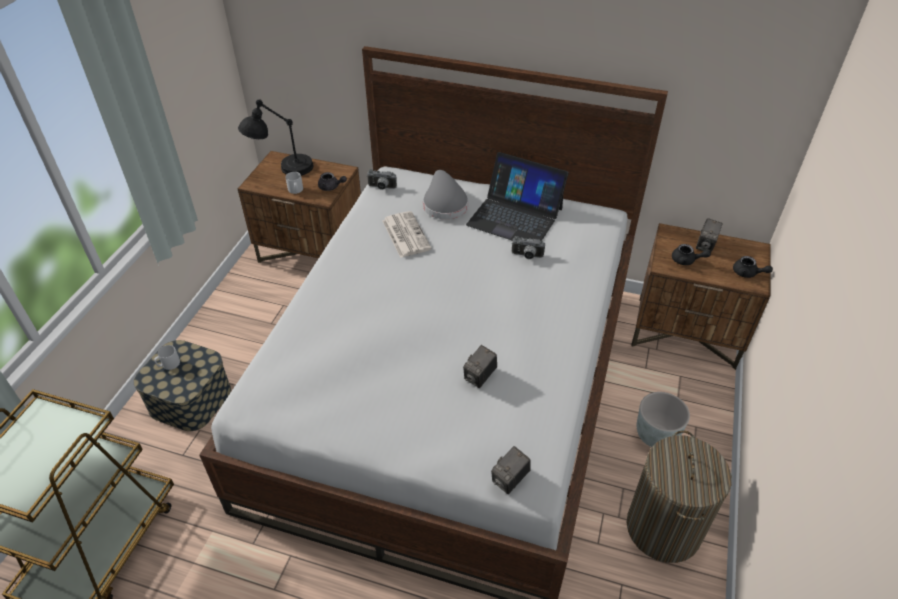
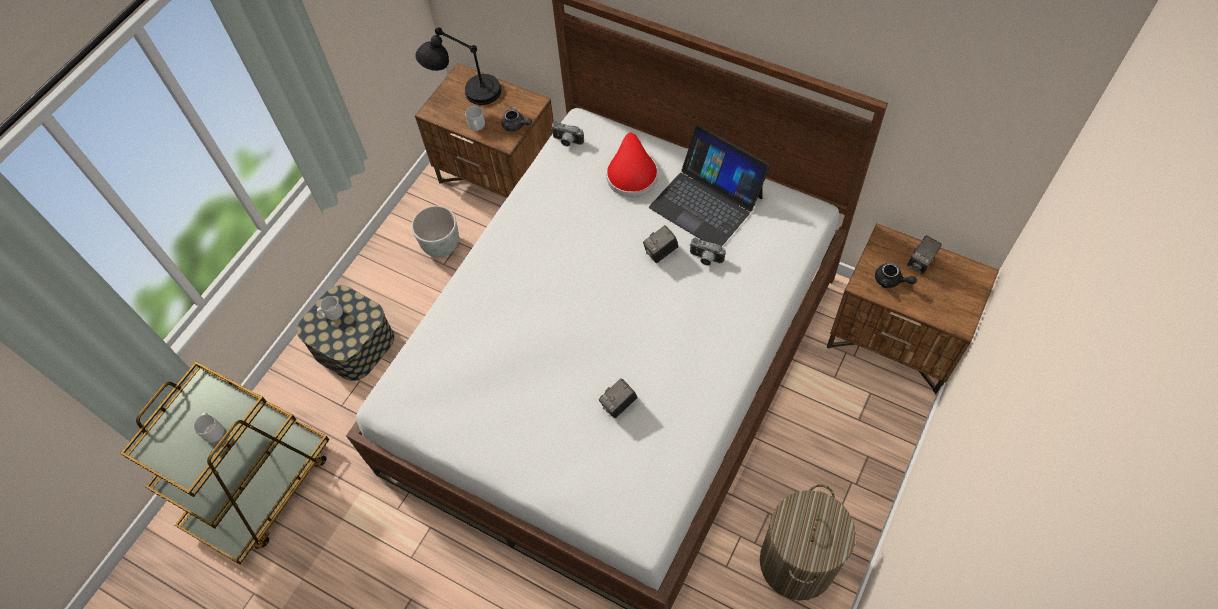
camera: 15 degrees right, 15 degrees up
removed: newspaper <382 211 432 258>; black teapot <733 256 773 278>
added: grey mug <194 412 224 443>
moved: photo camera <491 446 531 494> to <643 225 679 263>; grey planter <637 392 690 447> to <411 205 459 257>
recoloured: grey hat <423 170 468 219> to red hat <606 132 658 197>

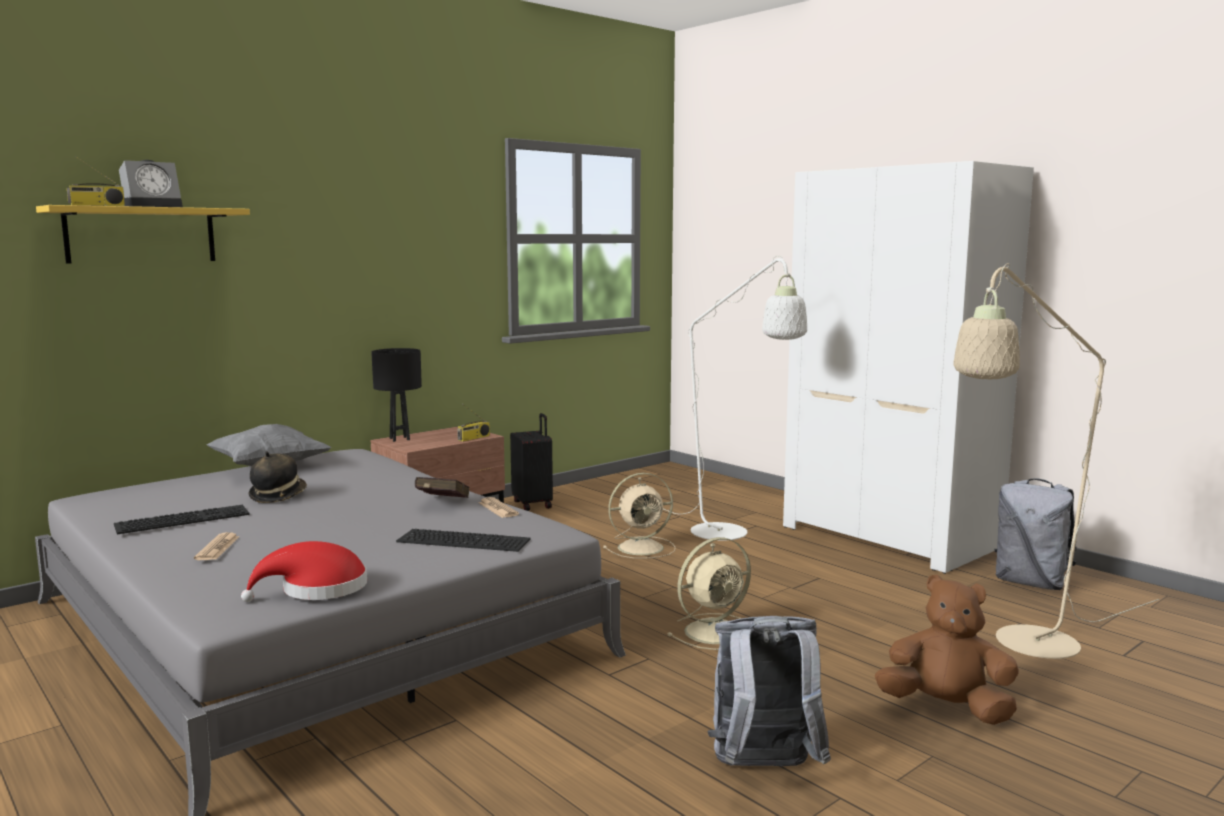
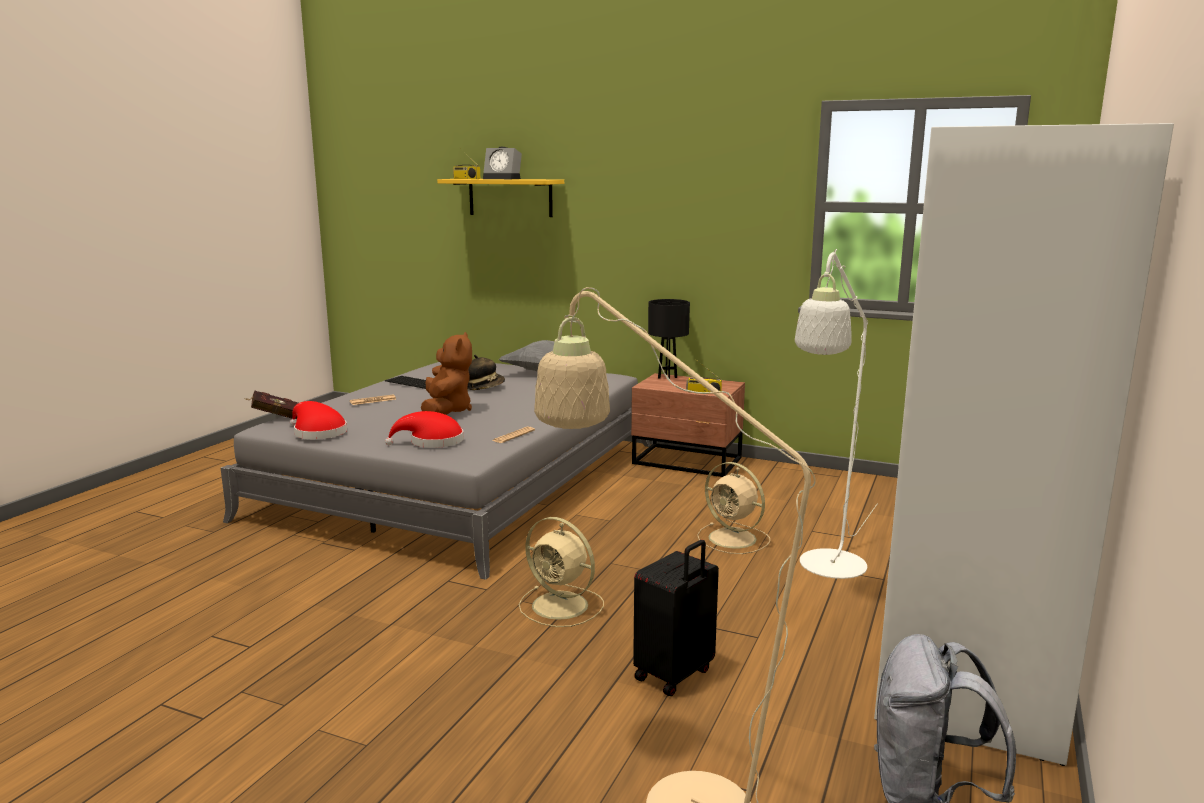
camera: 65 degrees right, 5 degrees up
removed: grey backpack <707 616 831 766>
moved: red book <415 477 470 498> to <243 391 298 420>; black suitcase <510 413 553 511> to <633 540 719 696>; brown plush toy <875 575 1019 725> to <421 332 472 415>
replaced: keyboard <396 529 531 552> to red hat <385 411 464 448>

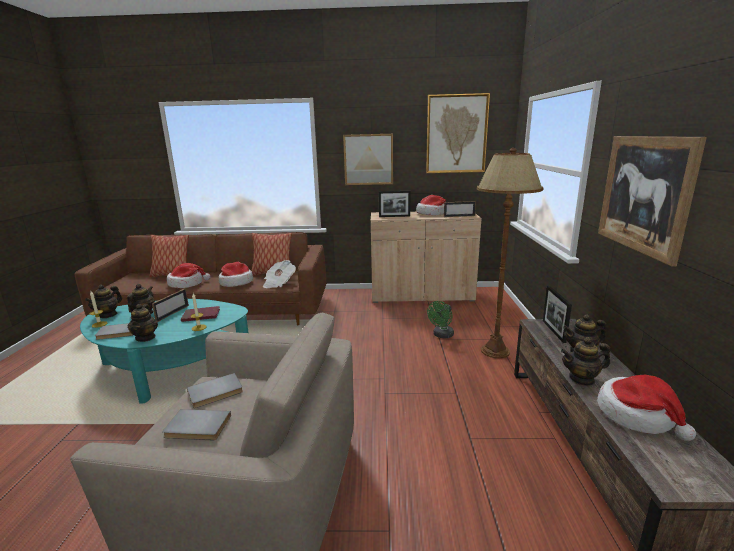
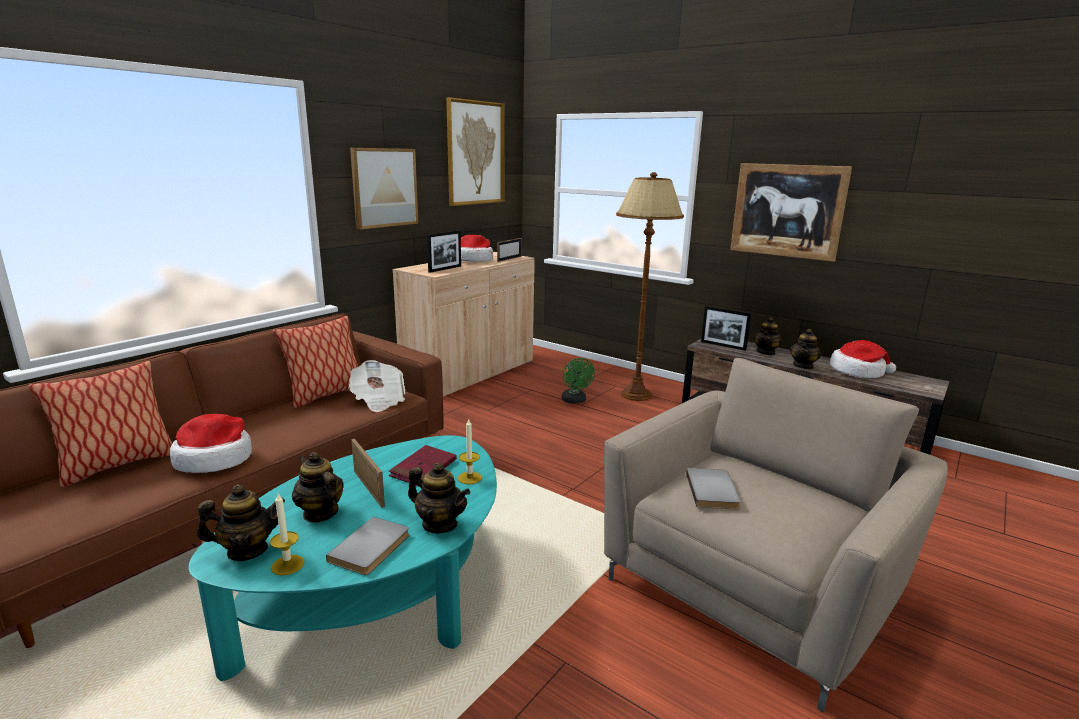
camera: 55 degrees left, 0 degrees up
removed: grey book <162 409 231 440>; hat <219 262 253 287>
turned: teapot <85 285 122 318> = <197 484 285 561> 75 degrees counterclockwise

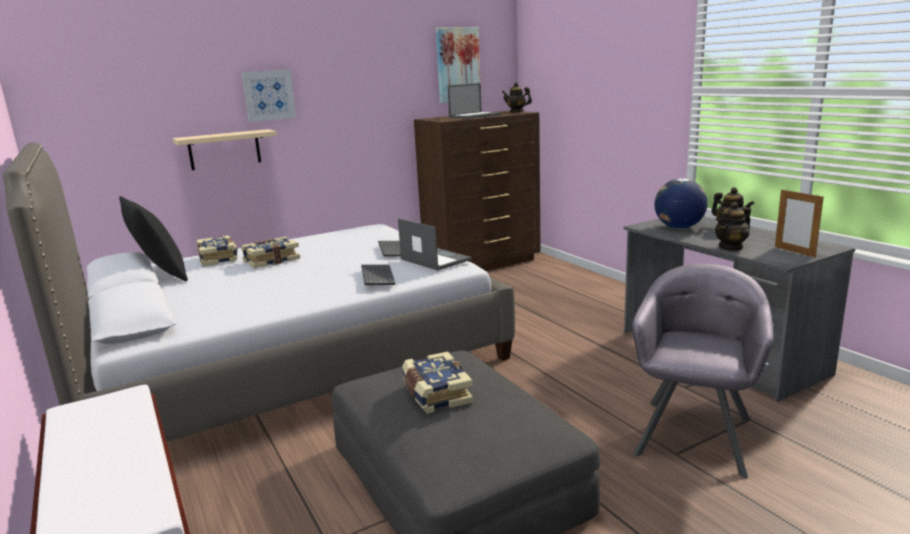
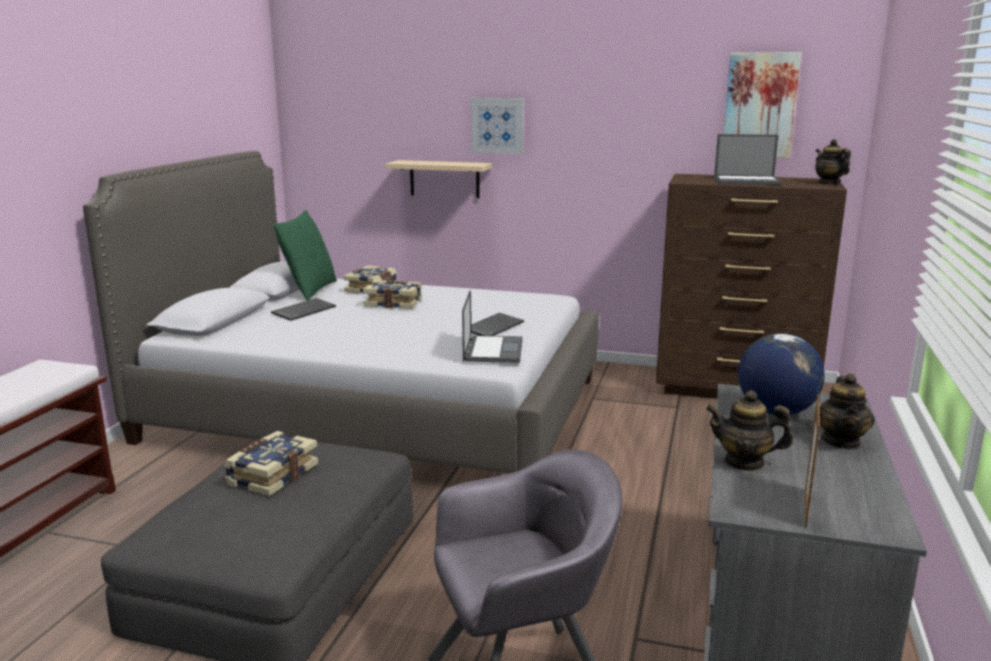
camera: 45 degrees right, 0 degrees up
moved: keyboard <361 265 395 285> to <271 298 336 321>
recoloured: black pillow <119 196 188 281> to green pillow <273 210 337 301>

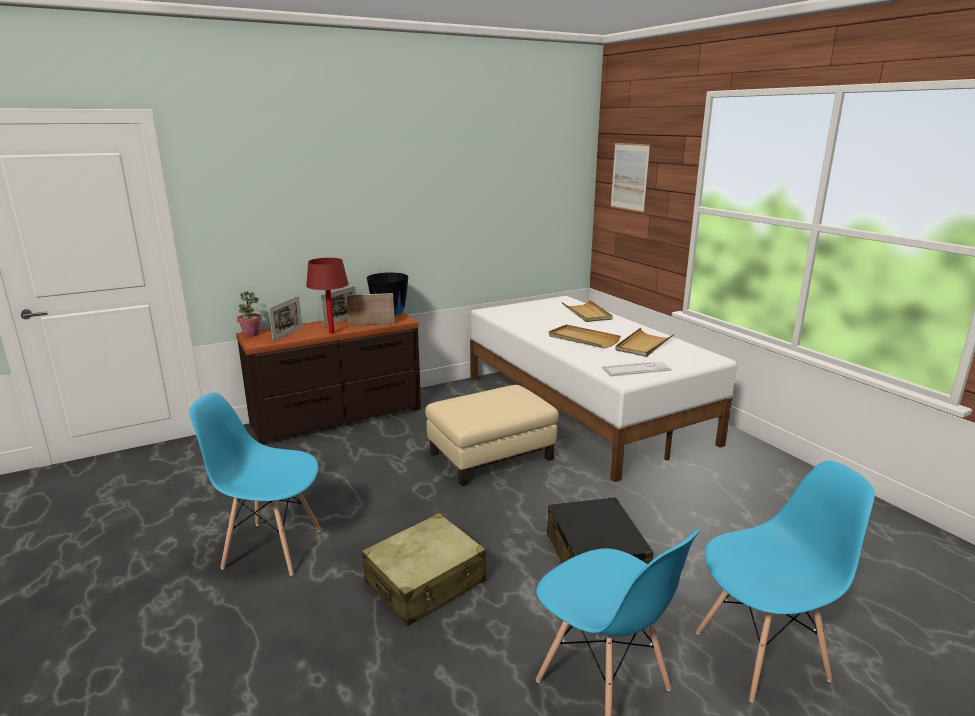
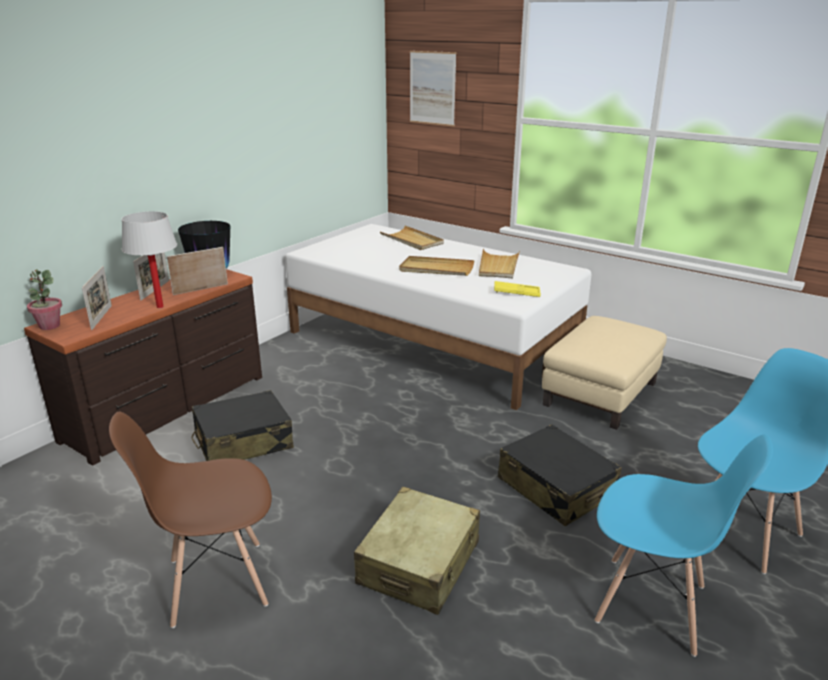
camera: 25 degrees left, 5 degrees up
added: black suitcase <192 390 294 461>
moved: beige ottoman <425 385 559 486> to <542 316 667 430>
replaced: keyboard <602 361 672 376> to yellow tray <494 281 541 297>
recoloured: blue chair <189 393 322 576> to brown chair <109 412 272 628>; red table lamp <306 258 349 334> to white table lamp <122 211 177 308>

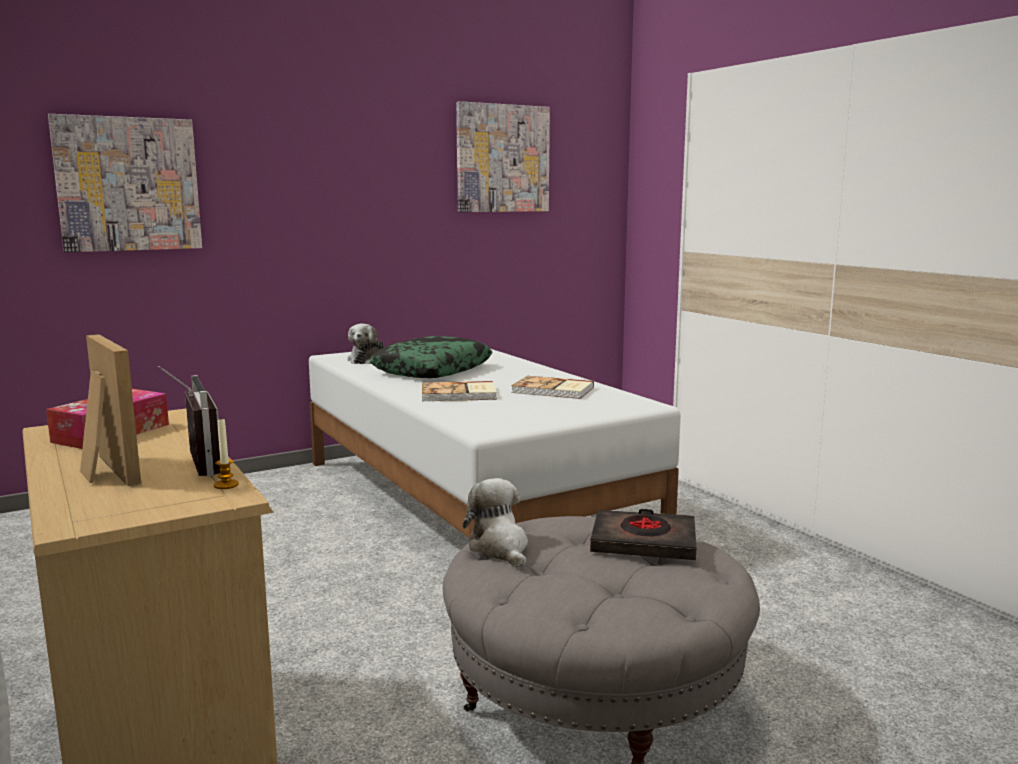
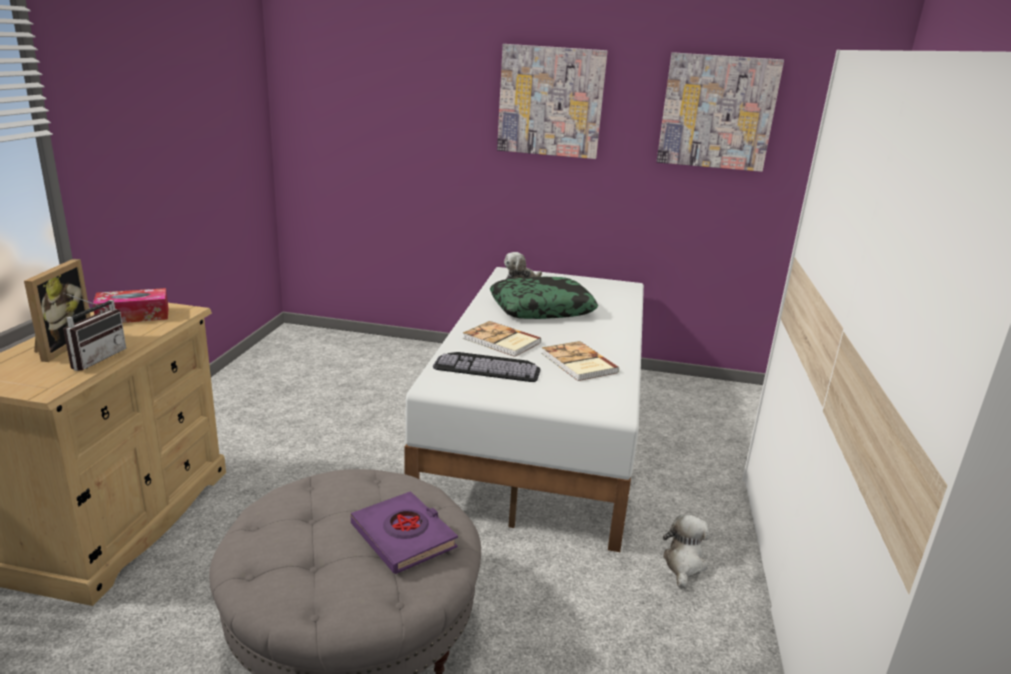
camera: 40 degrees right, 10 degrees up
removed: candle <214 419 239 489>
added: keyboard <433 352 541 382>
moved: picture <48 114 202 252> to <497 44 608 159>; plush toy <463 478 528 568> to <663 515 709 589>
recoloured: black book <590 509 697 560> to purple book <351 491 458 574>

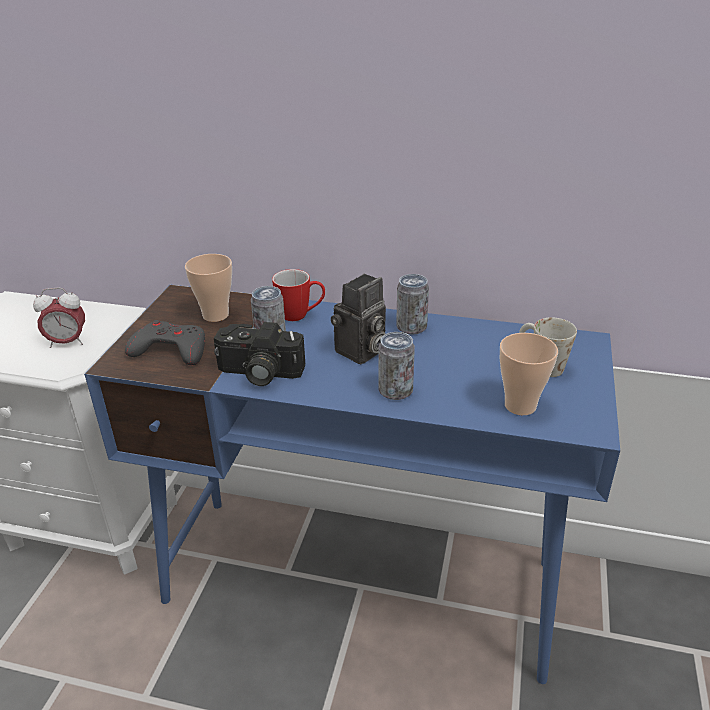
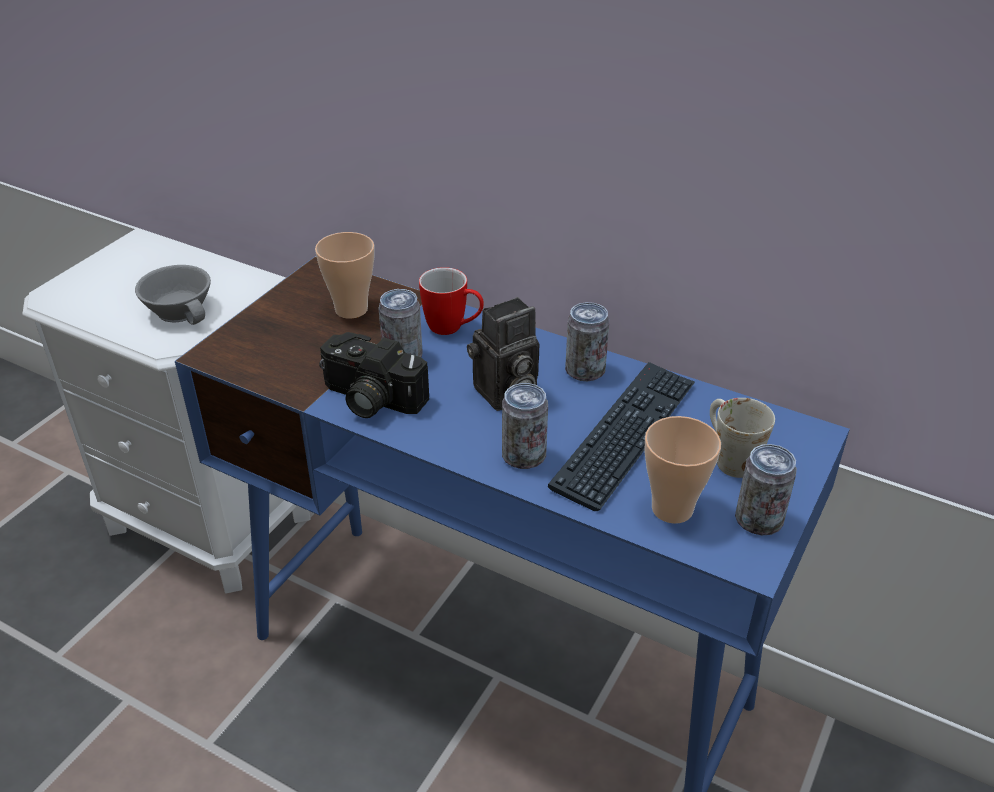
camera: 15 degrees right, 5 degrees up
removed: grey game controller <125 320 205 365>
added: keyboard <548 362 695 511>; can <735 444 797 535>
replaced: alarm clock <33 287 85 348> to grey cup <135 265 211 325>

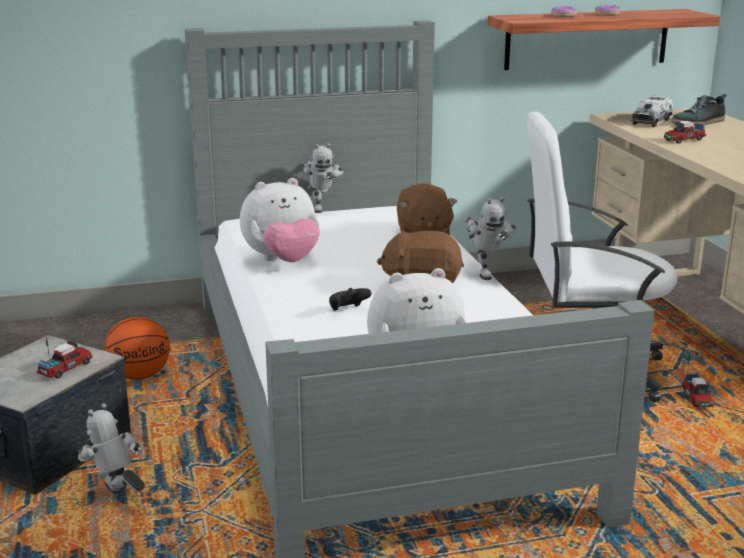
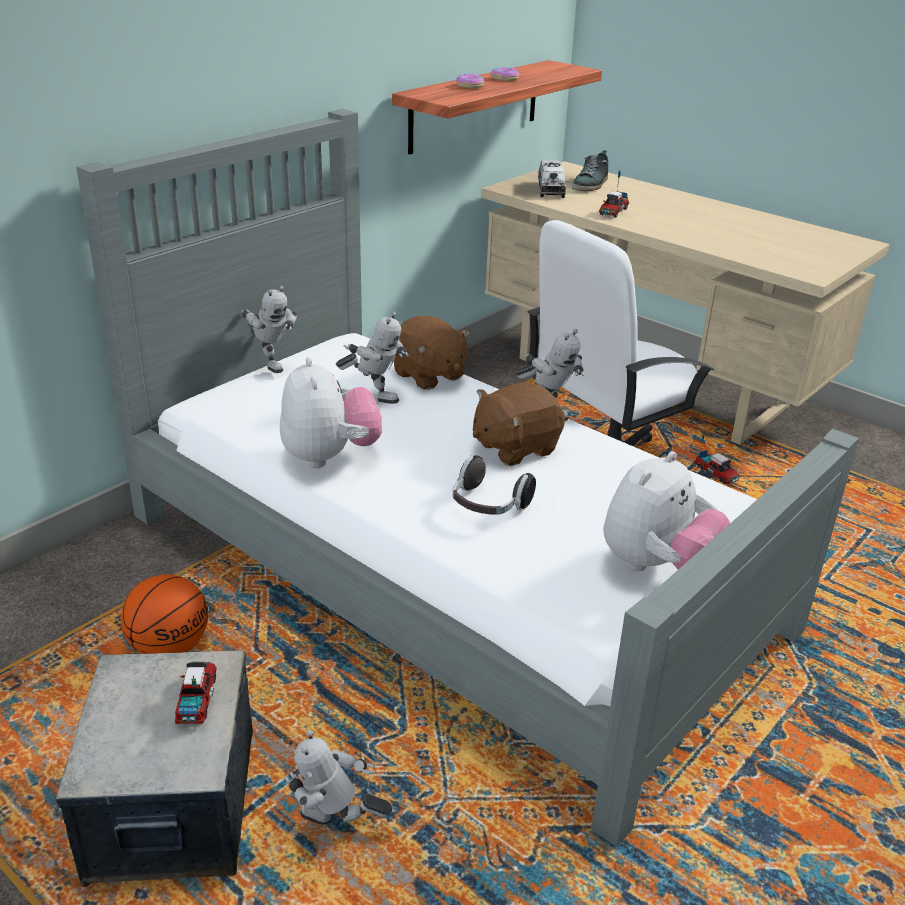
camera: 35 degrees left, 10 degrees up
added: toy robot <336 312 409 404>
replaced: black game controller <329 288 371 311> to headphones <453 455 536 515>
turned: plush toy <240 178 320 262> = <280 357 382 468> 45 degrees counterclockwise

